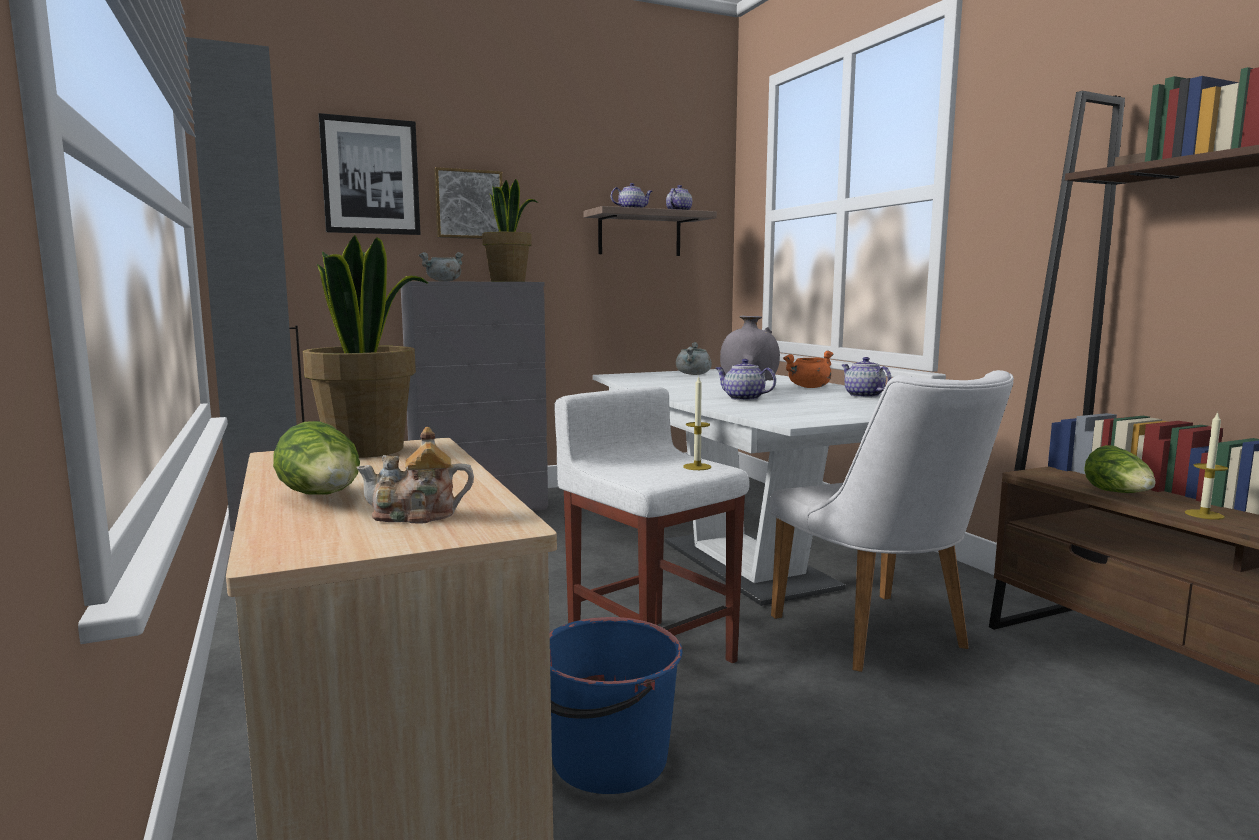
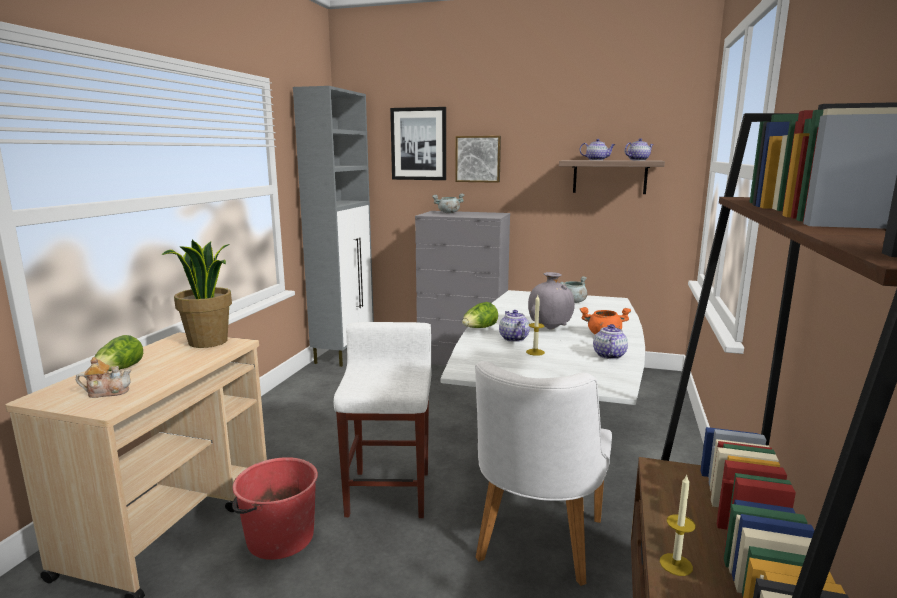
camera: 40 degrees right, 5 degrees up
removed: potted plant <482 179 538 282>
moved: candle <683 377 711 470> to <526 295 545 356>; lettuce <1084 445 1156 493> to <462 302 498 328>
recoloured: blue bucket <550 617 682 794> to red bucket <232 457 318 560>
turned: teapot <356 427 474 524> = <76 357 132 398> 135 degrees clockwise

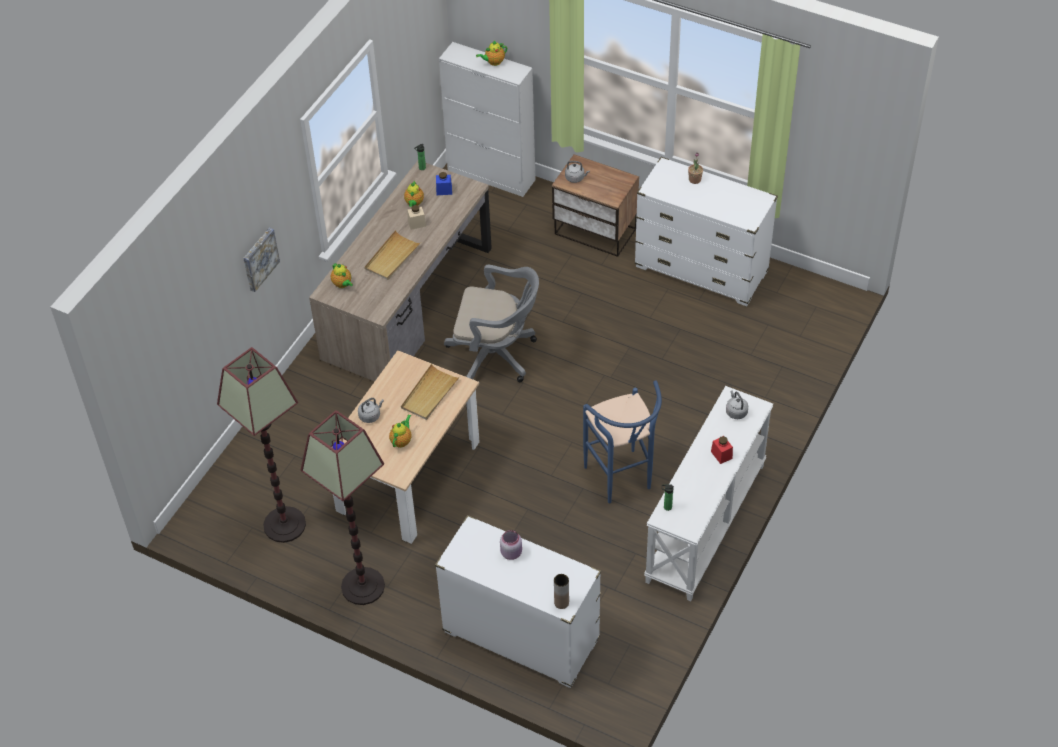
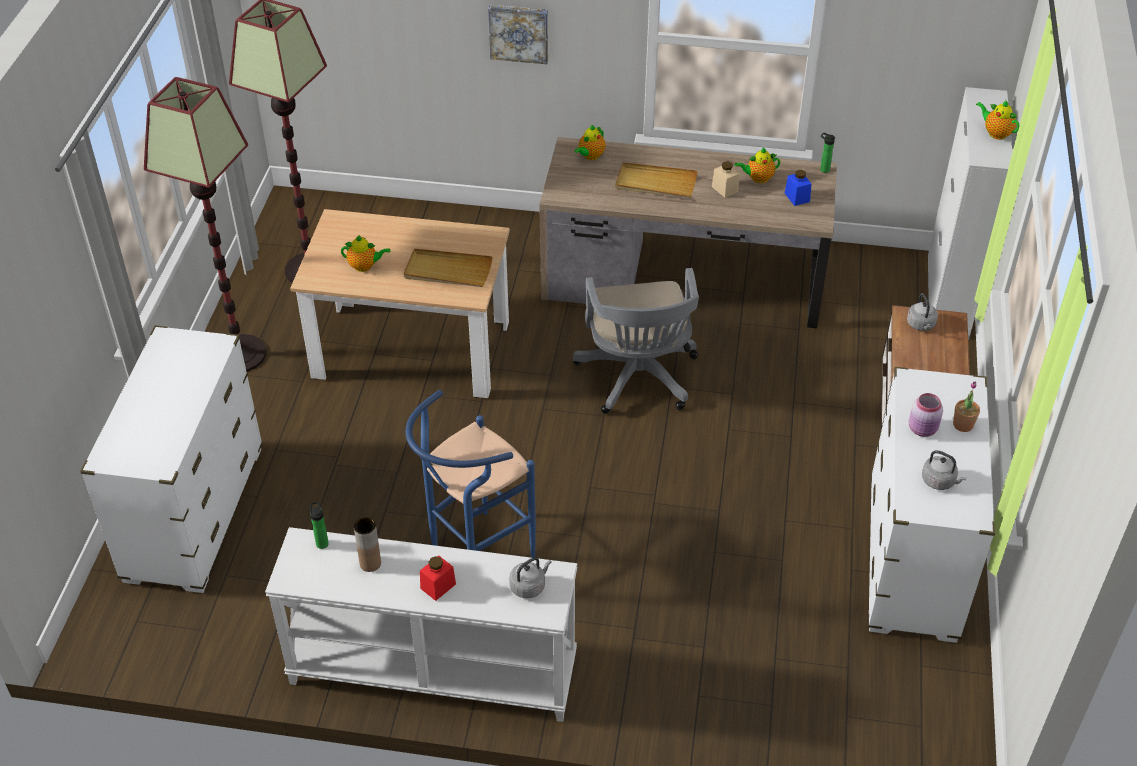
camera: 70 degrees right, 5 degrees down
moved: grey kettle <358 398 384 423> to <922 450 967 490>; pink jar <500 530 522 560> to <909 393 943 437>; brown vase <554 574 569 609> to <354 517 381 572>

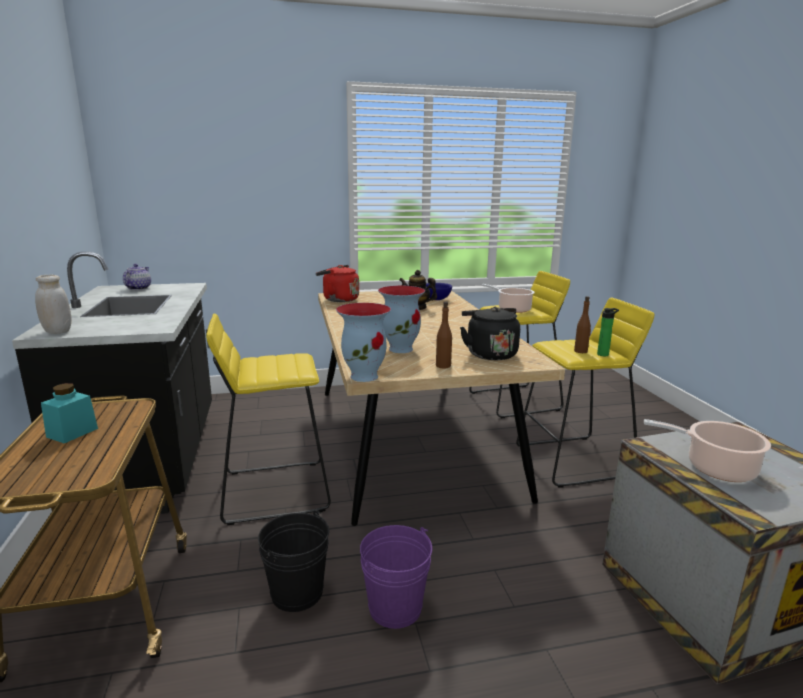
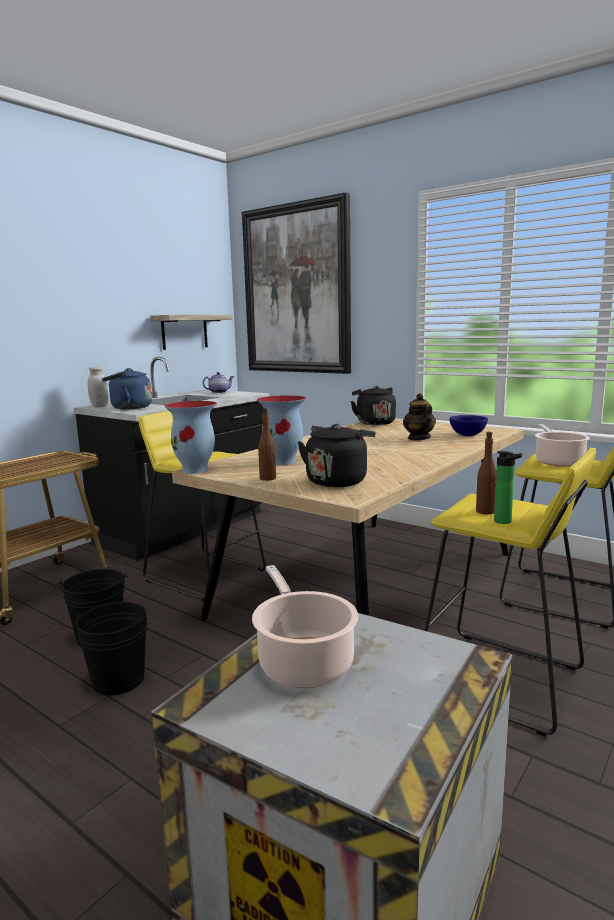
camera: 50 degrees right, 5 degrees down
removed: turquoise jar <41 383 98 443>
added: blue kettle <102 368 152 410>; shelf <150 315 232 350>; picture <242 192 351 374>
recoloured: red kettle <316 265 359 302> to black kettle <351 386 396 425>; purple bucket <360 525 432 629> to black bucket <73 602 147 695>

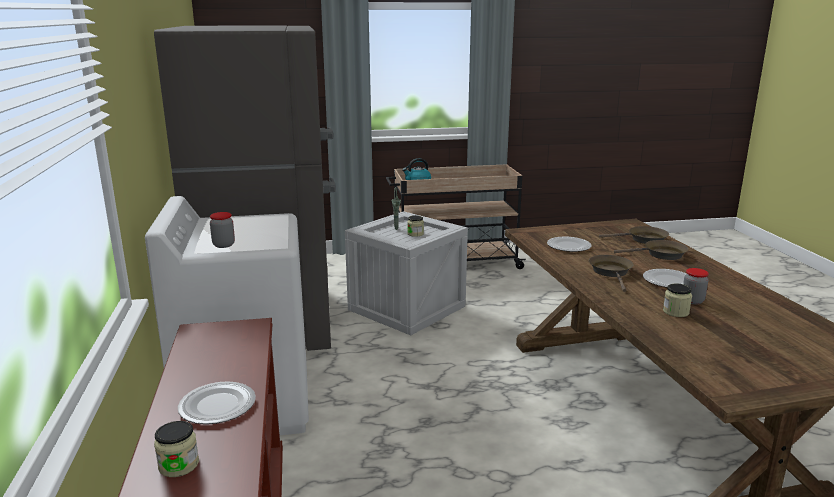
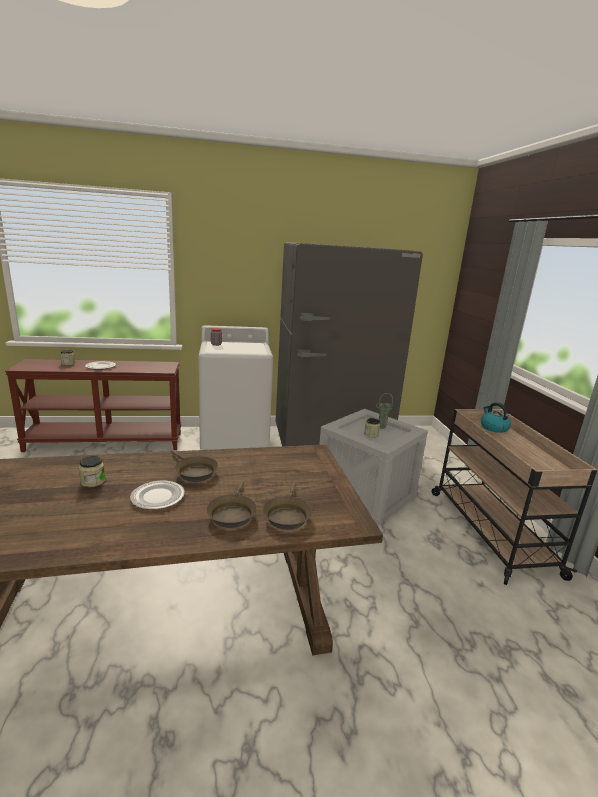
camera: 90 degrees right, 0 degrees up
removed: plate <547 237 592 252>; jar <683 268 709 305>
turned: brown frying pan <589 255 634 292> = <171 450 218 482> 45 degrees clockwise

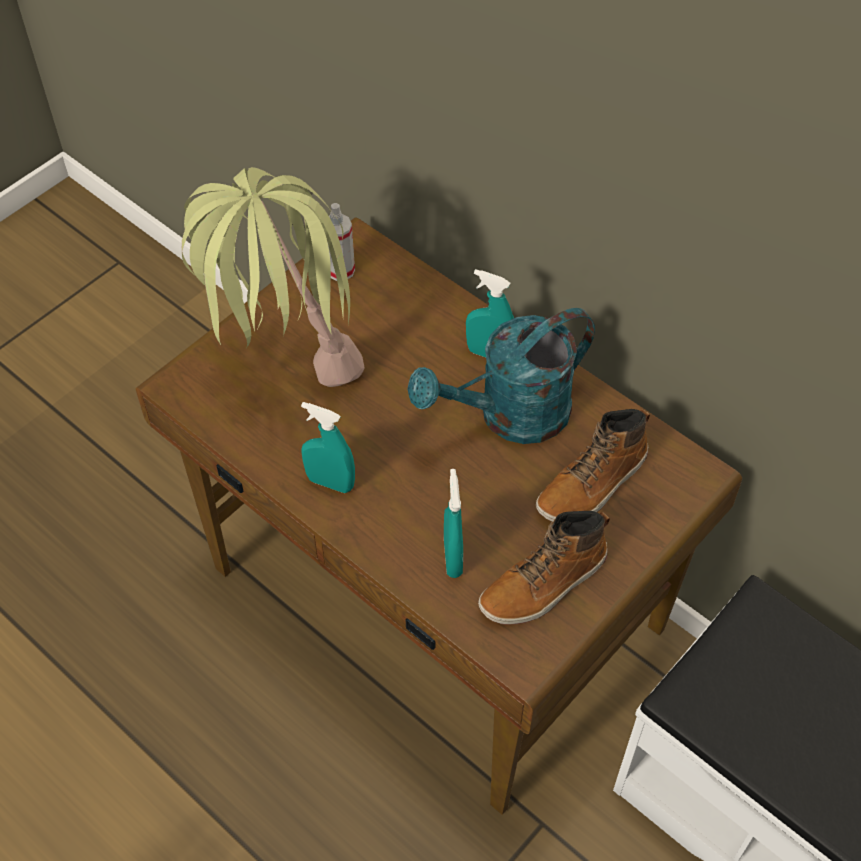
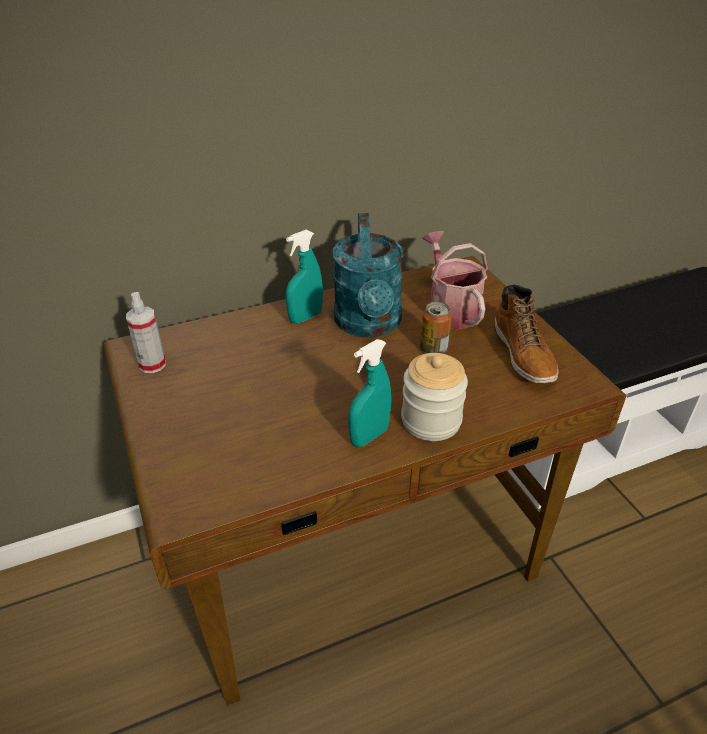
camera: 65 degrees left, 15 degrees down
removed: potted plant <182 167 364 387>; turquoise spray bottle <444 469 463 578>
added: jar <401 353 468 441>; can <420 302 452 354>
replaced: boot <536 409 650 522> to watering can <422 231 488 330>

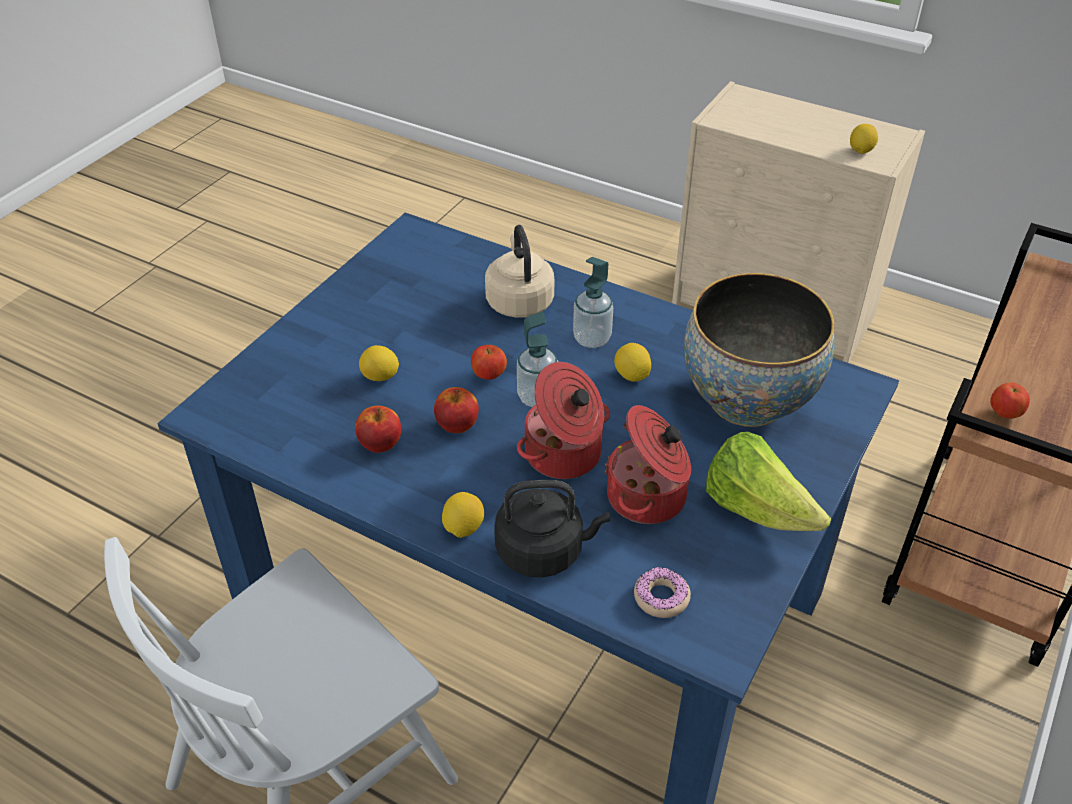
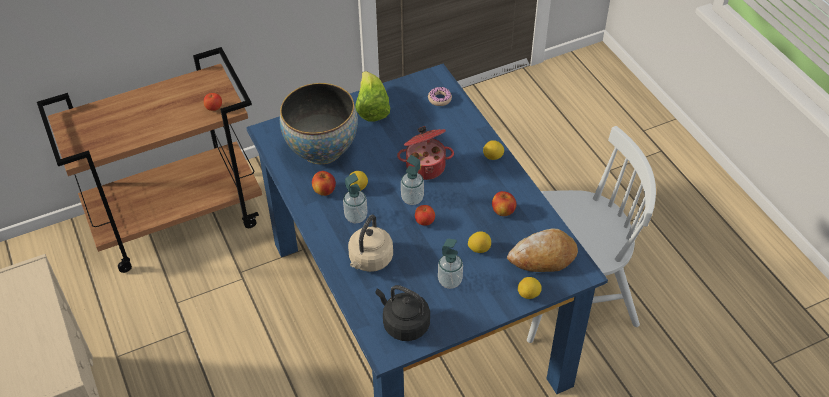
camera: 145 degrees left, 5 degrees up
removed: cooking pot <605 405 691 524>
added: soap dispenser <438 239 463 289>; bread <507 228 578 272>
moved: apple <434 387 479 433> to <312 171 336 196>; black kettle <494 480 610 578> to <376 285 430 341>; lemon <850 124 878 154> to <518 277 542 299>

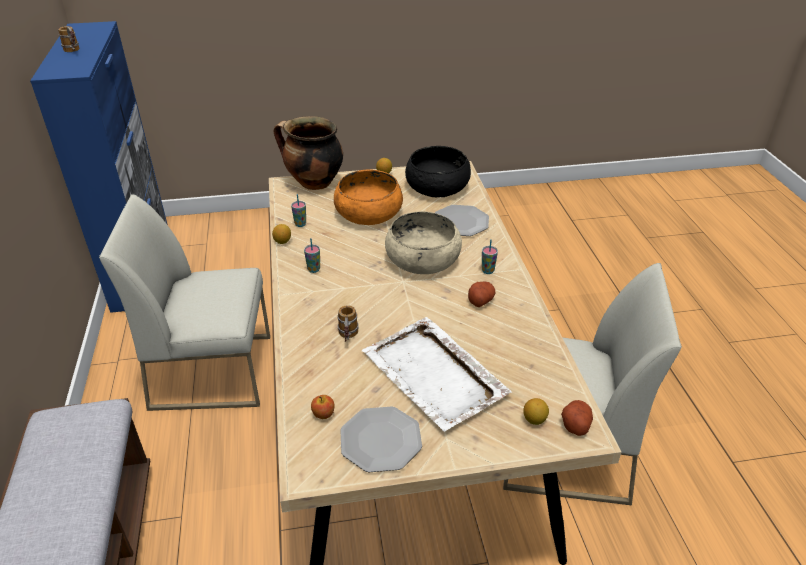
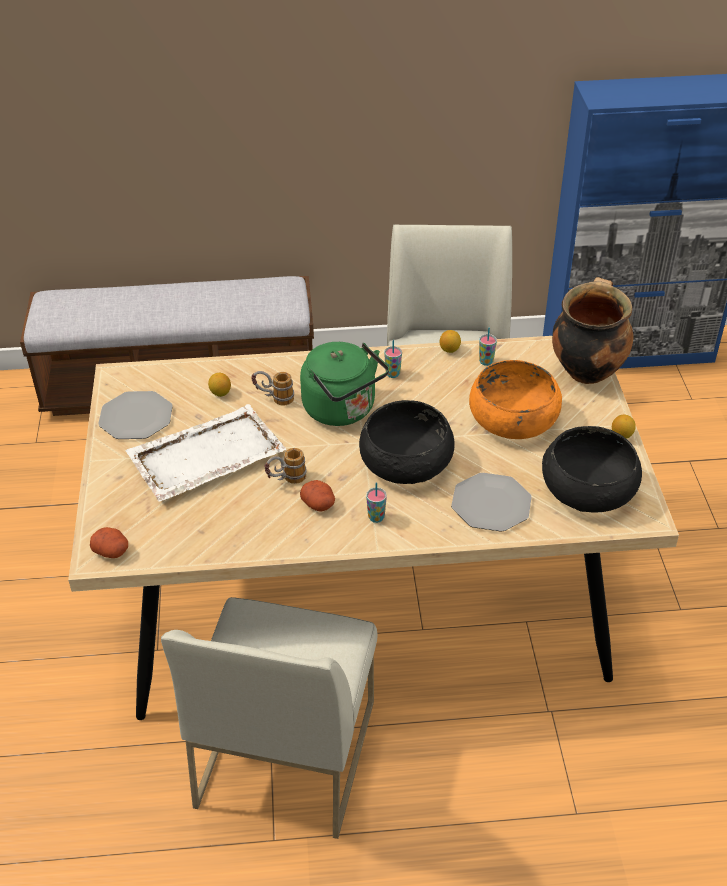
camera: 95 degrees right, 5 degrees up
removed: apple <311 395 335 419>
added: green kettle <300 342 389 426>
moved: mug <58 26 79 52> to <264 448 306 484>; lemon <523 398 549 425> to <208 373 231 397>
recoloured: beige bowl <385 212 462 274> to black bowl <359 400 455 484>

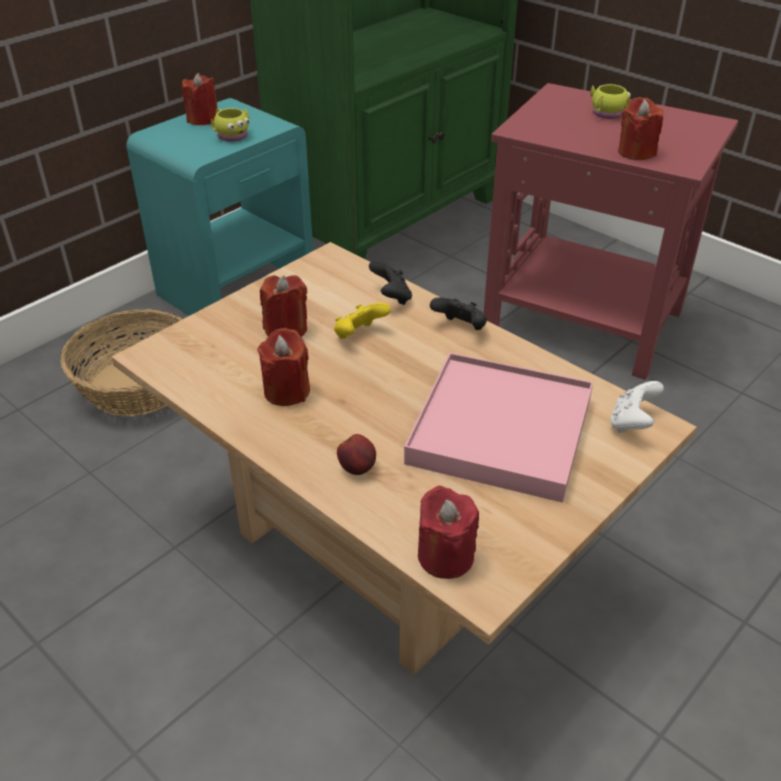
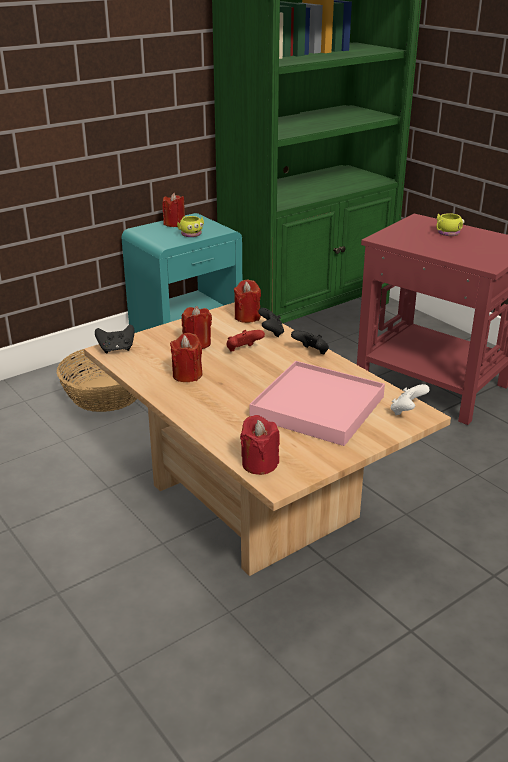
camera: 10 degrees right, 10 degrees down
removed: apple <337 434 376 475>
added: black game controller <95 324 135 353>
moved: red candle <618 97 663 160> to <234 279 261 323>
recoloured: yellow game controller <334 303 391 339> to red game controller <226 330 265 352>

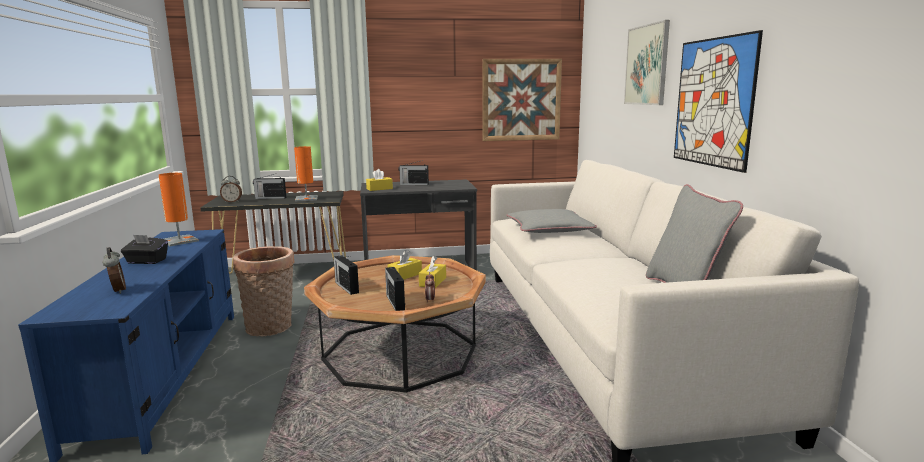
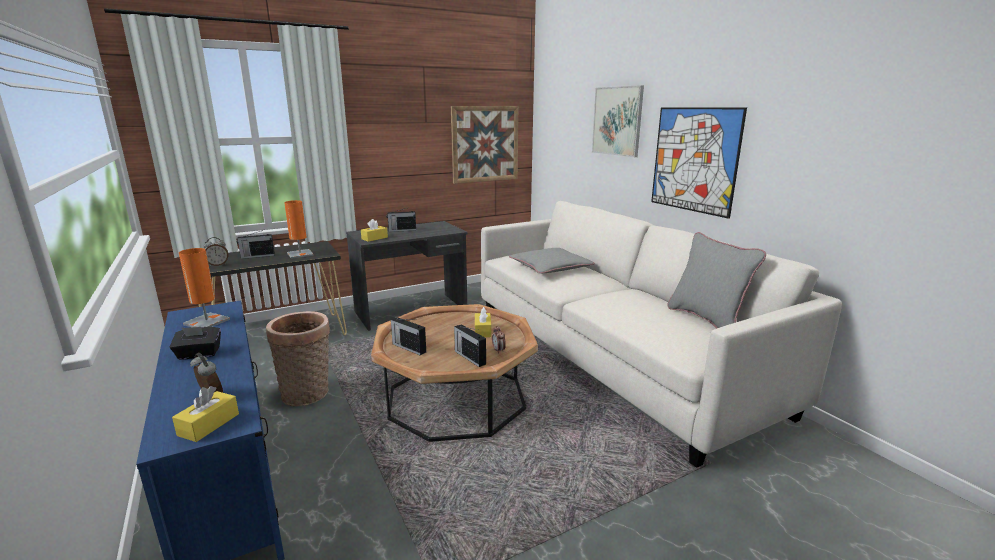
camera: 20 degrees left, 5 degrees up
moved: yellow tissue box <388 250 422 280> to <172 386 239 442>

